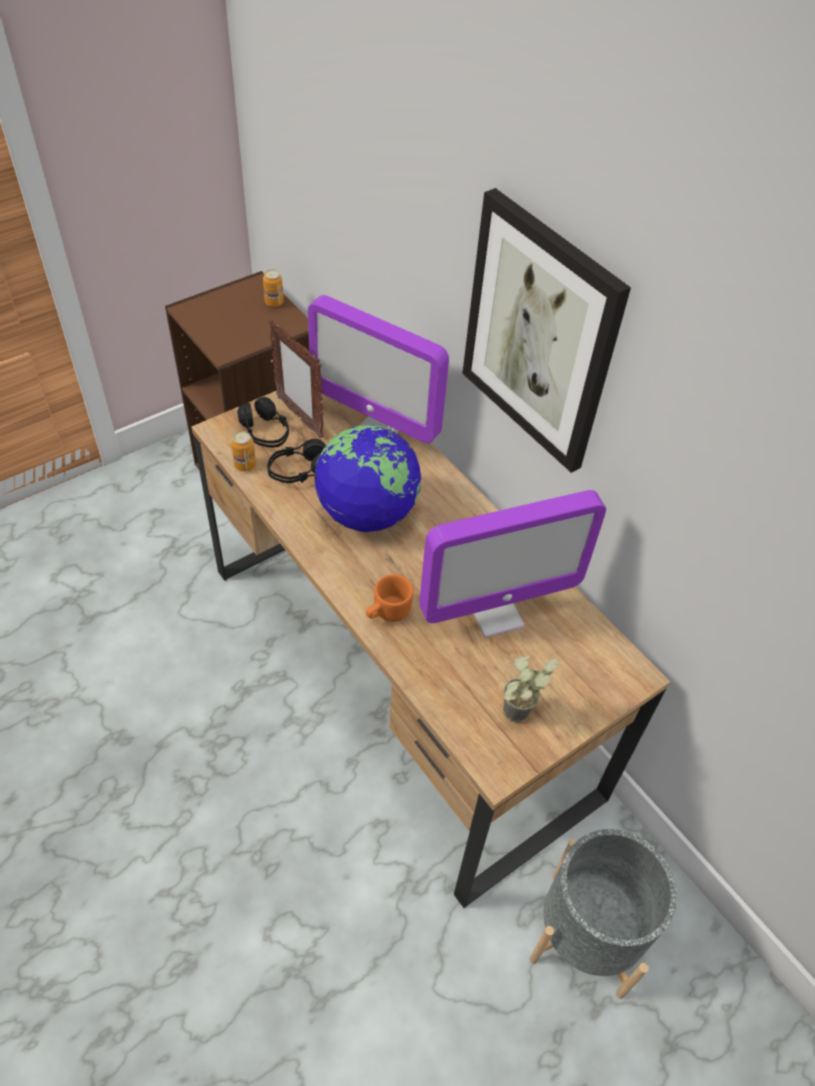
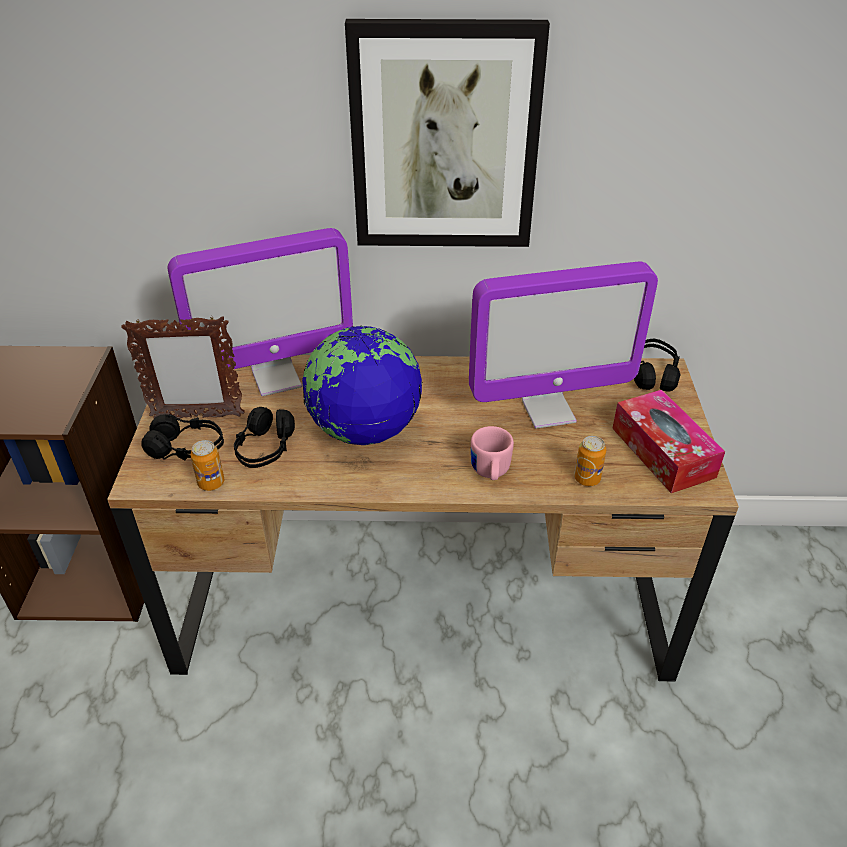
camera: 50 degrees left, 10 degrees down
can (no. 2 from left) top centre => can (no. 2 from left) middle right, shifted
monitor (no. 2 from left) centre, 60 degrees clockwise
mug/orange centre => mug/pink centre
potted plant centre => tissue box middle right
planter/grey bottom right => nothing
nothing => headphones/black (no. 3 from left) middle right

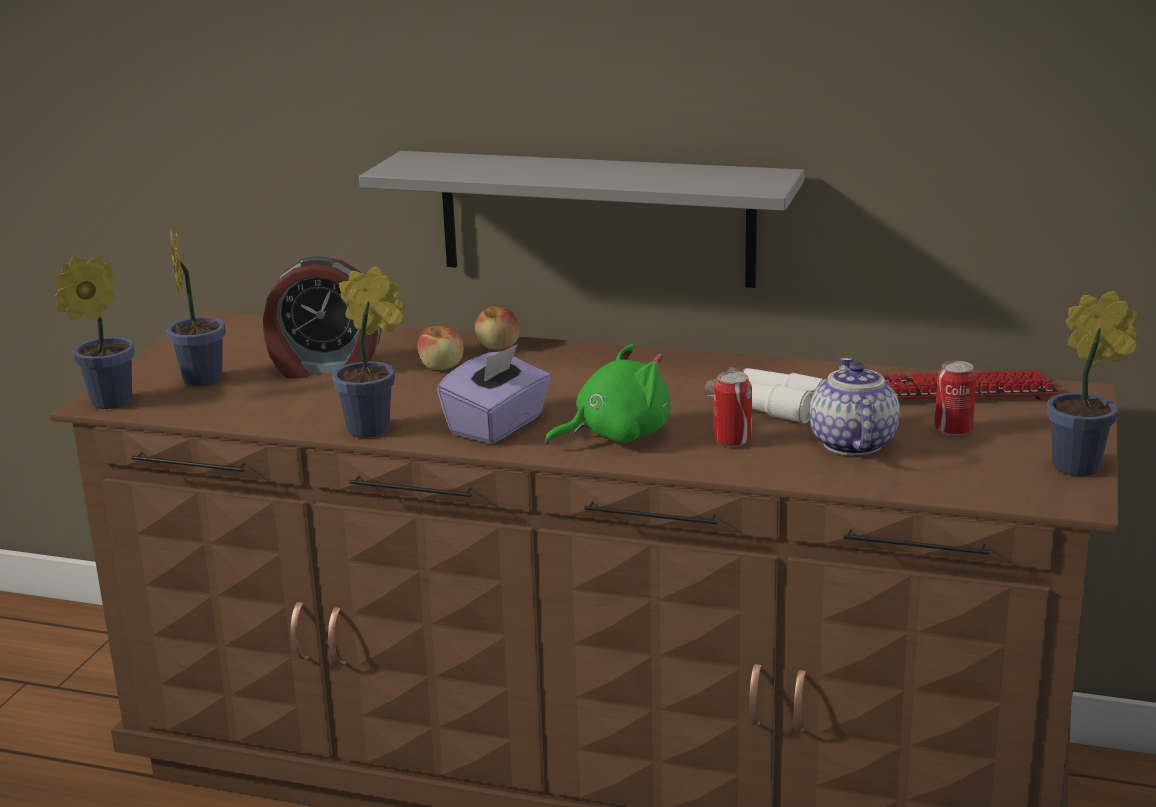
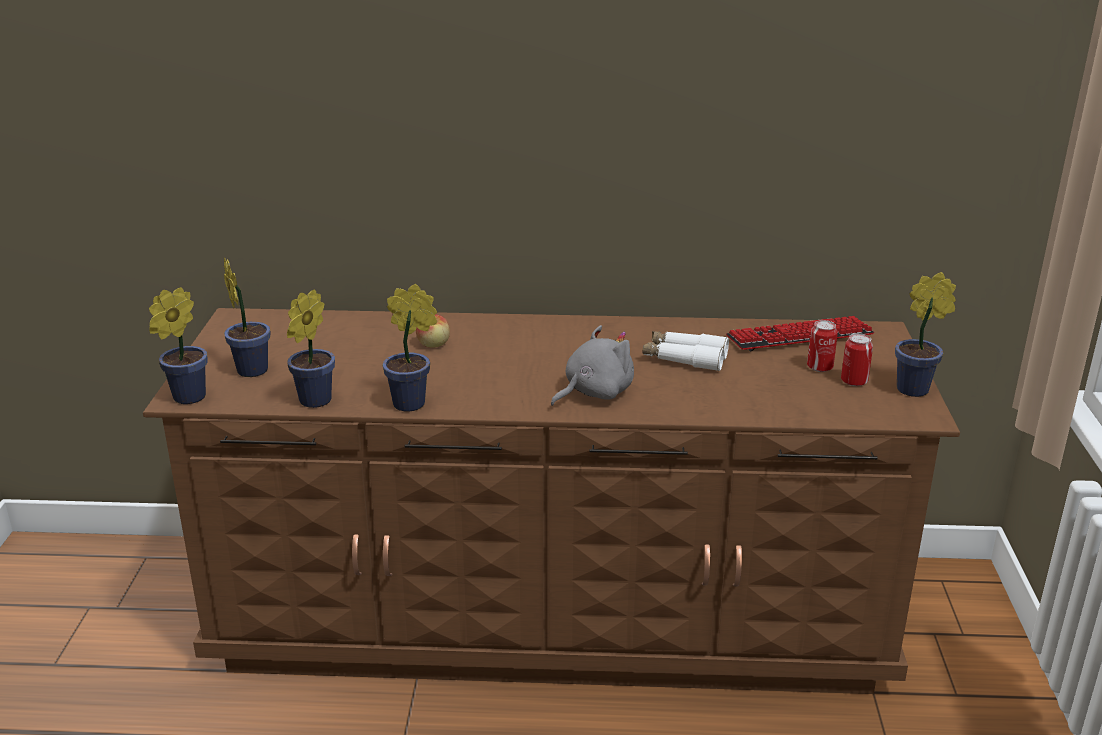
camera: 15 degrees left, 5 degrees up
shelf/grey top centre => nothing
alarm clock middle left => nothing
apple (no. 2 from left) centre => nothing
tissue box/purple centre => nothing
plush toy/green centre => plush toy/grey centre
teapot middle right => nothing
can (no. 1 from left in the first image) centre => can (no. 2 from left) middle right, shifted
nothing => potted plant (no. 3 from left) middle left

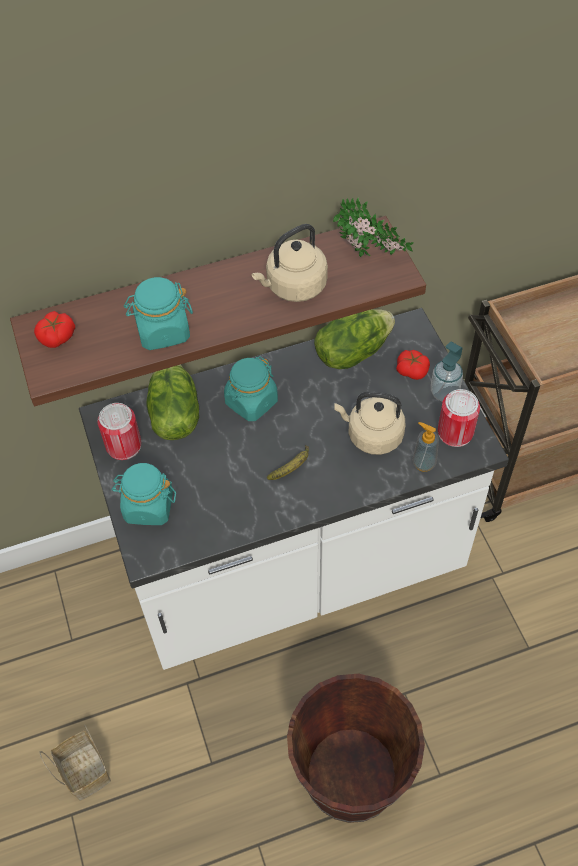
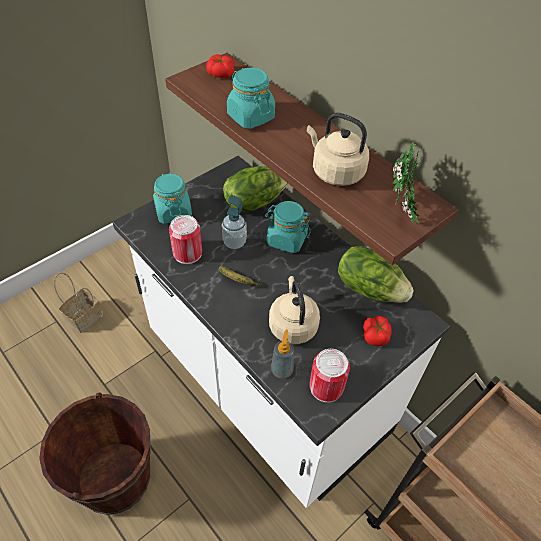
camera: 65 degrees right, 5 degrees down
soap dispenser (no. 2 from left in the first image) middle right => soap dispenser (no. 1 from left) centre, shifted
can (no. 1 from left) middle left => can (no. 1 from left) centre, shifted

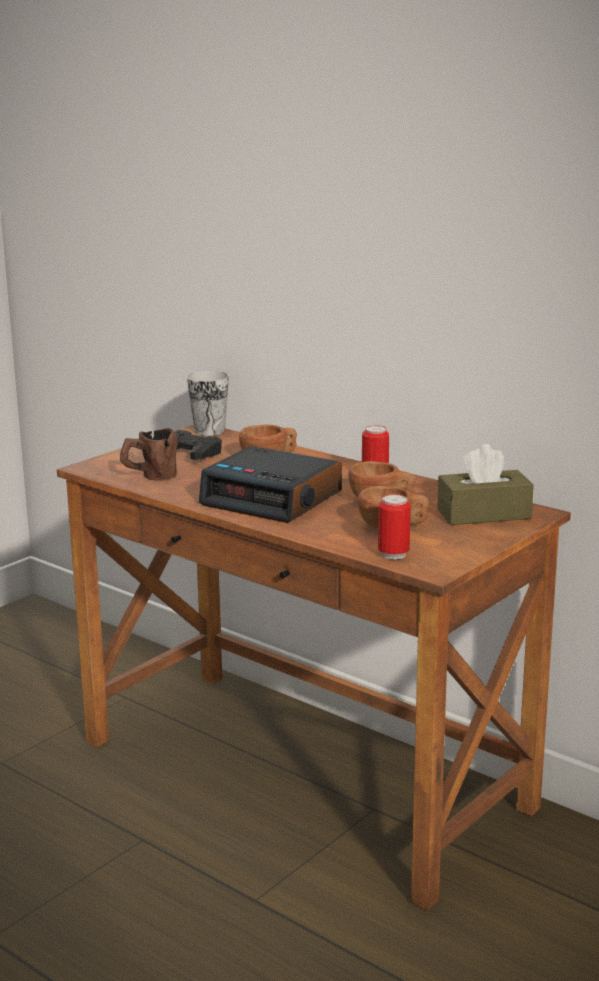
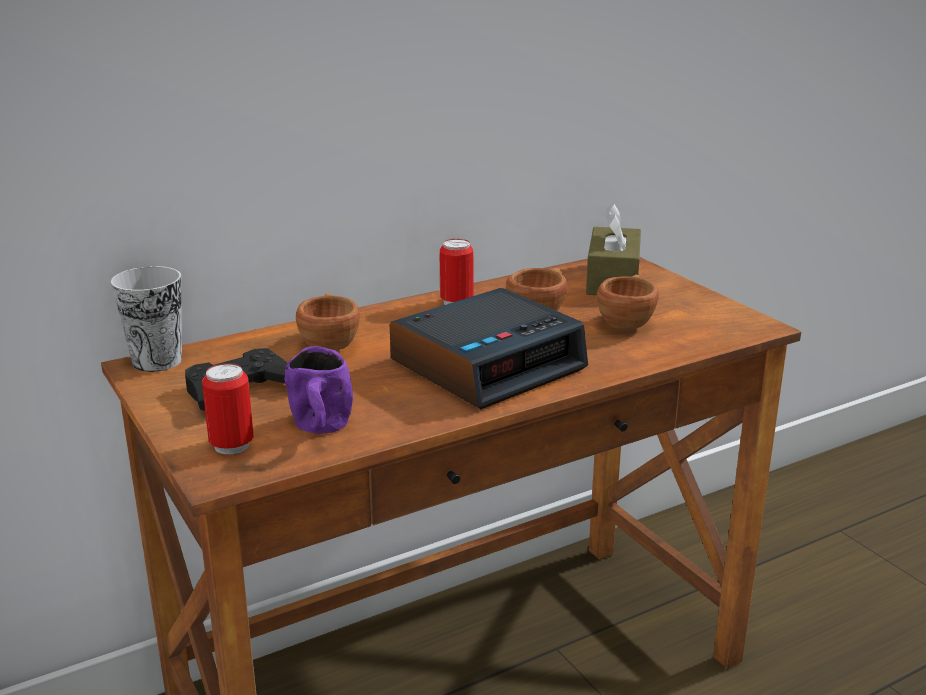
camera: 70 degrees left, 5 degrees up
mug/brown middle left => mug/purple centre
can (no. 2 from left in the first image) centre => can (no. 1 from left) middle left, shifted

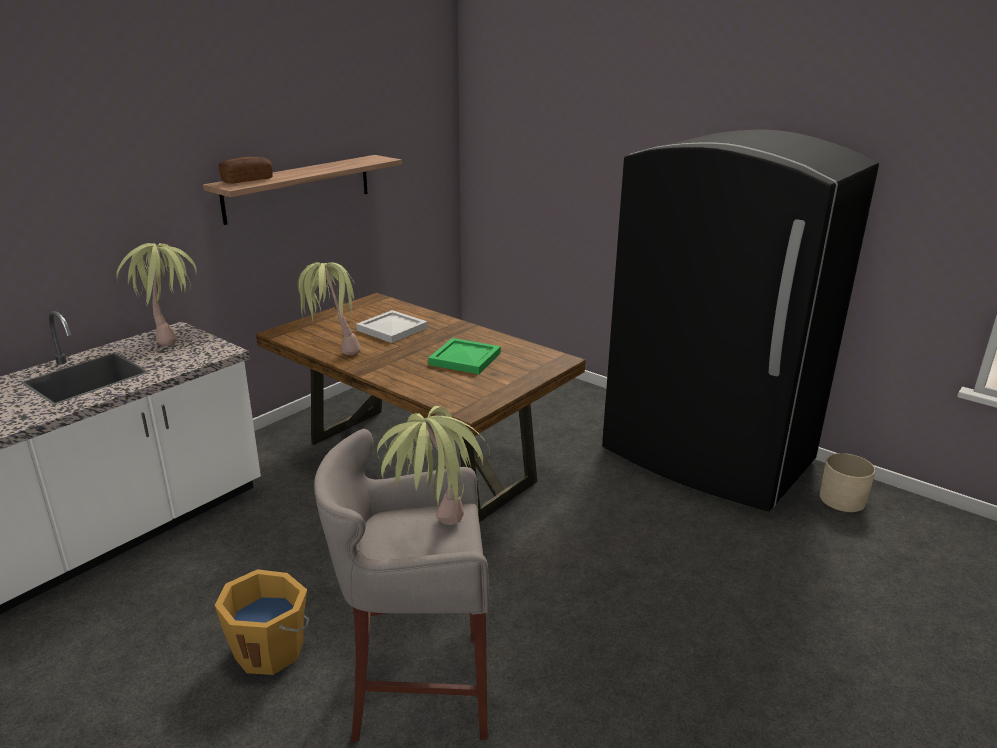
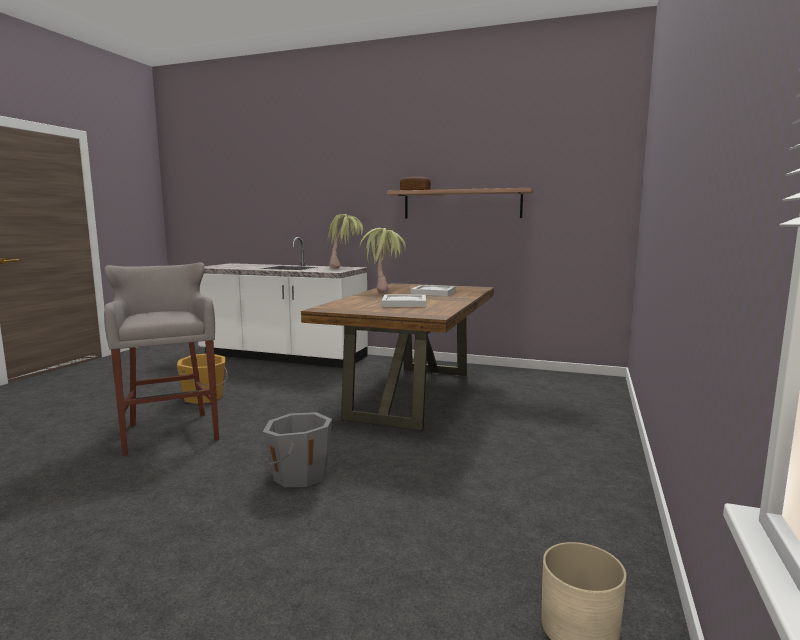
camera: 70 degrees right, 15 degrees down
fridge/black middle right => nothing
tray/green centre => tray/white (no. 1 from left) centre
potted plant (no. 3 from left) centre => nothing
nothing => bucket/grey bottom centre

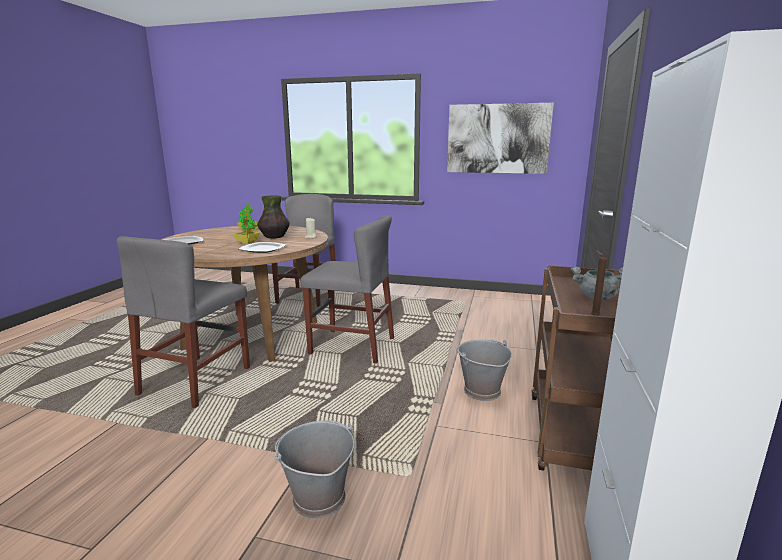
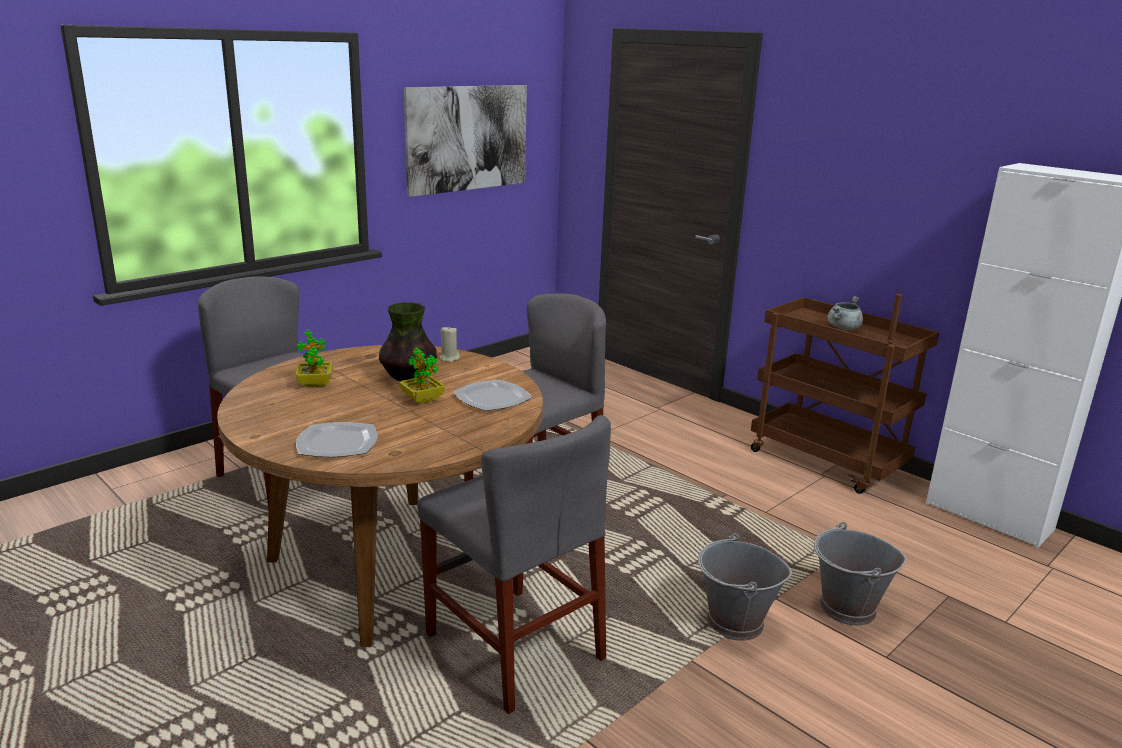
camera: 60 degrees left, 5 degrees up
bucket/grey (no. 2 from left in the first image) centre => bucket/grey (no. 1 from left) bottom centre, shifted

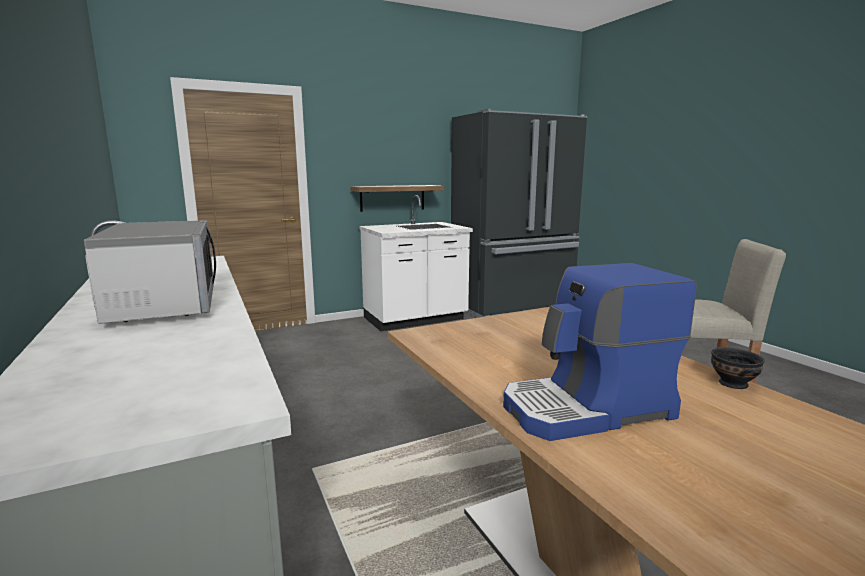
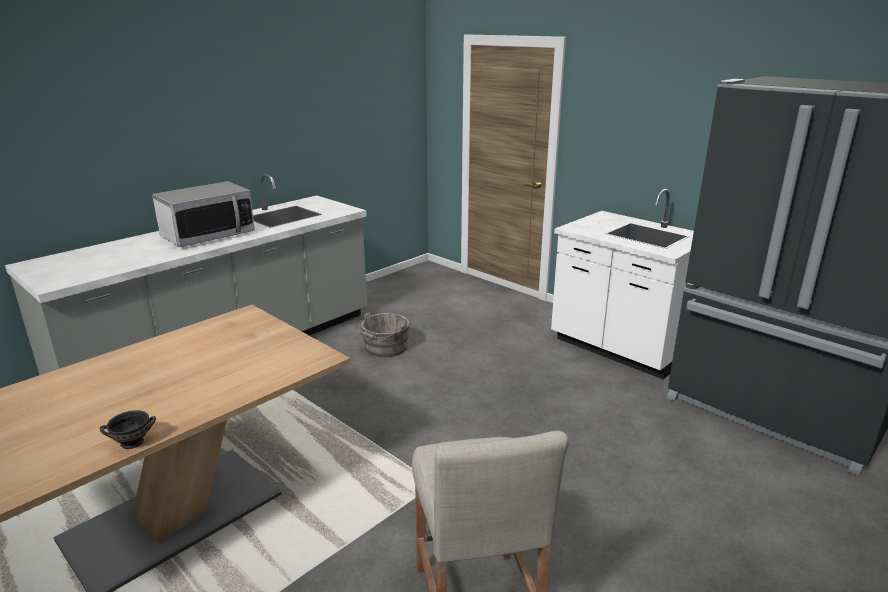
camera: 70 degrees right, 10 degrees up
shelf centre => nothing
coffee machine middle right => nothing
nothing => bucket/grey centre

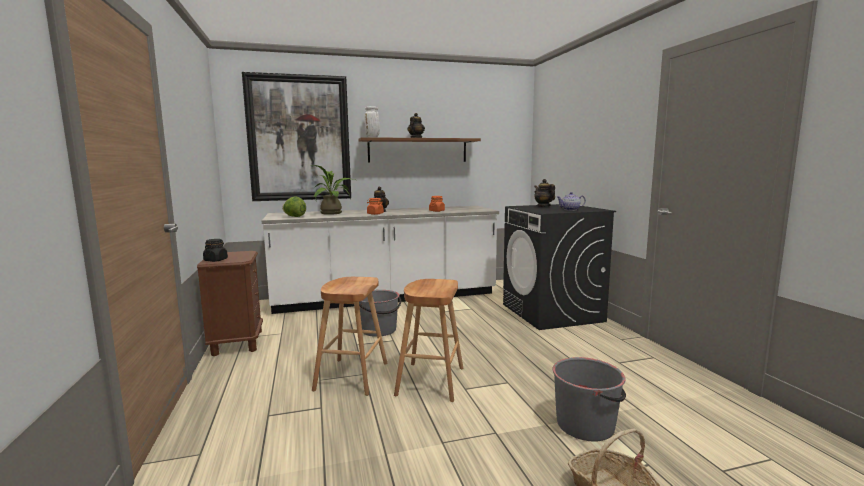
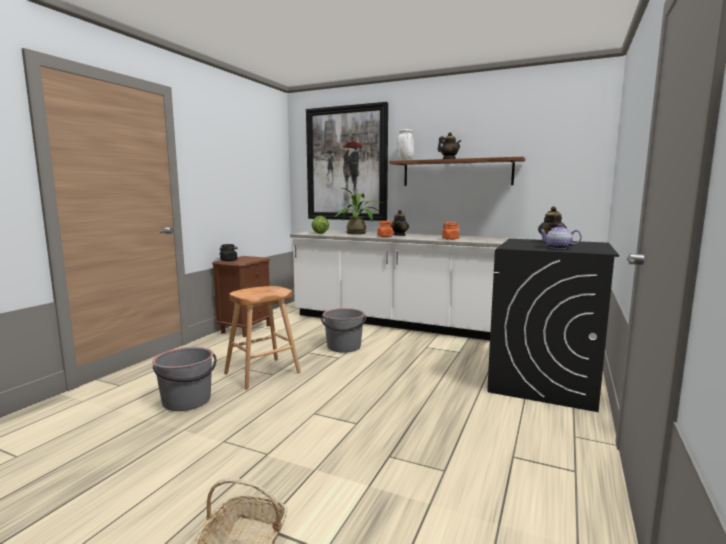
camera: 40 degrees right, 0 degrees up
stool/brown (no. 2 from left) bottom centre => nothing
bucket/grey (no. 2 from left in the first image) bottom right => bucket/grey (no. 1 from left) bottom left, shifted

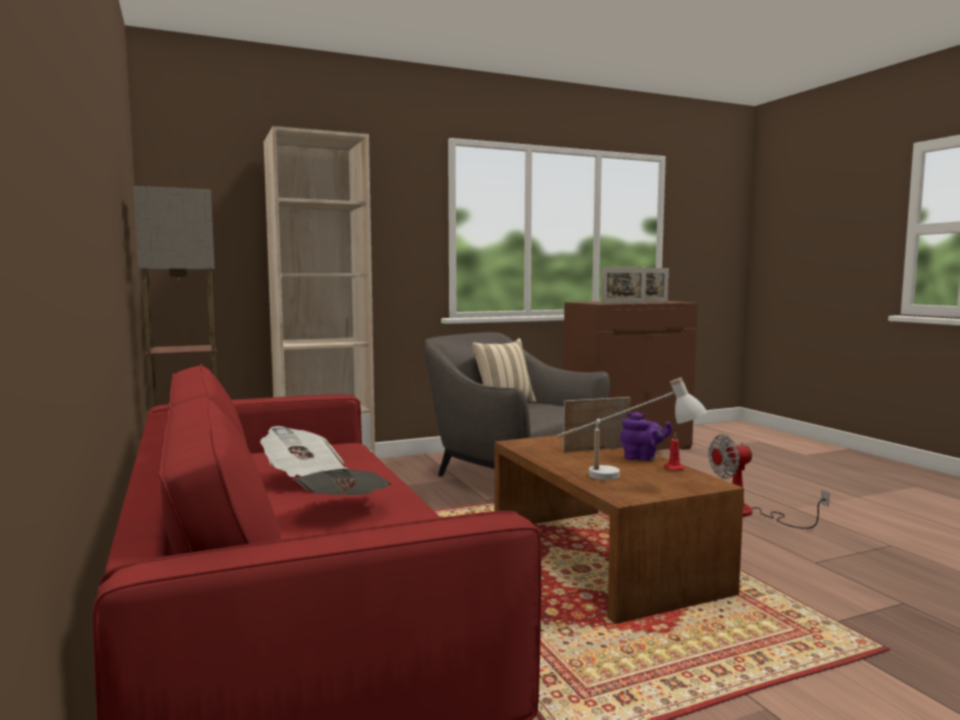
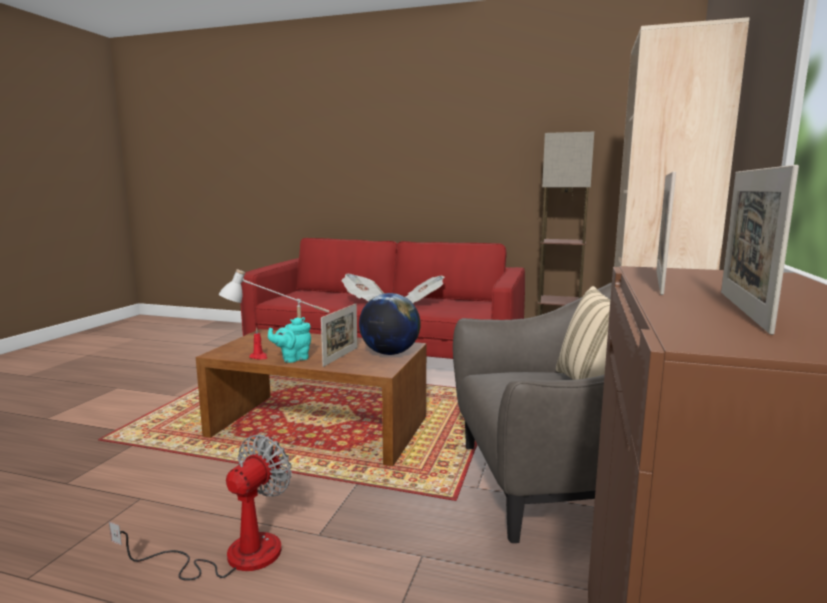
camera: 130 degrees right, 5 degrees up
teapot/purple middle right => teapot/turquoise centre
nothing => globe centre

